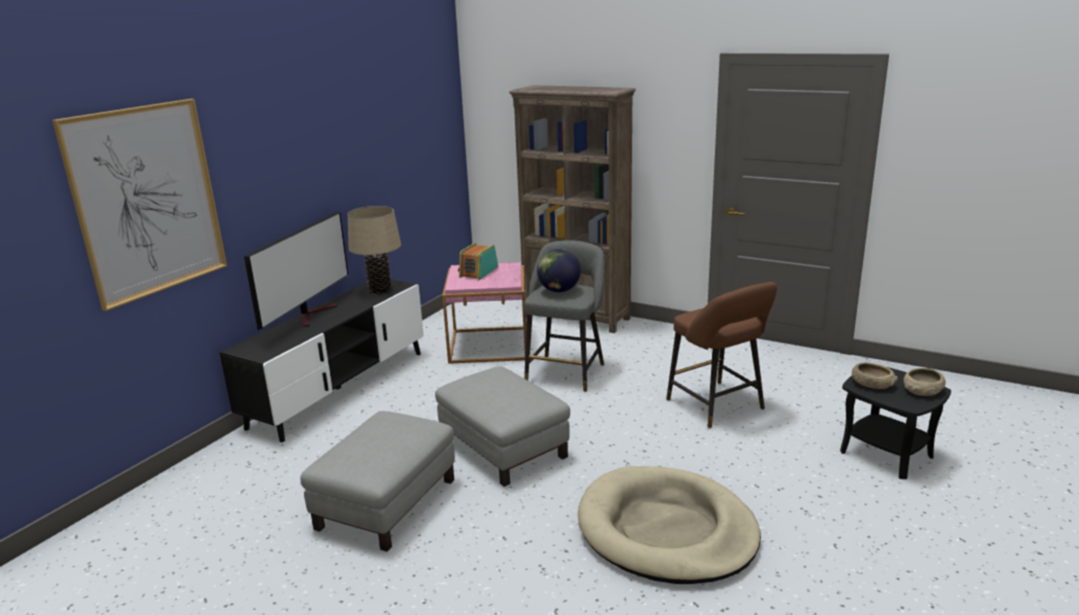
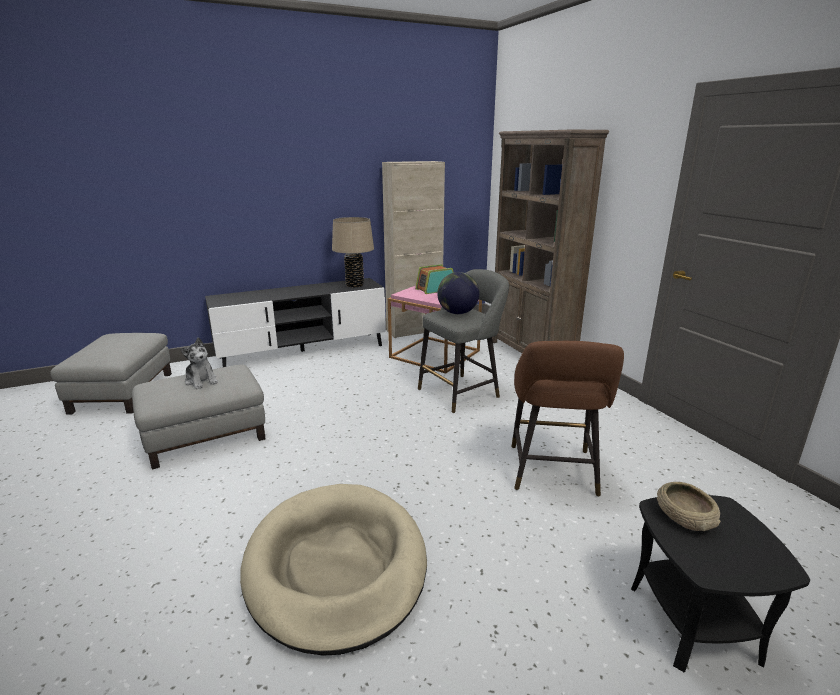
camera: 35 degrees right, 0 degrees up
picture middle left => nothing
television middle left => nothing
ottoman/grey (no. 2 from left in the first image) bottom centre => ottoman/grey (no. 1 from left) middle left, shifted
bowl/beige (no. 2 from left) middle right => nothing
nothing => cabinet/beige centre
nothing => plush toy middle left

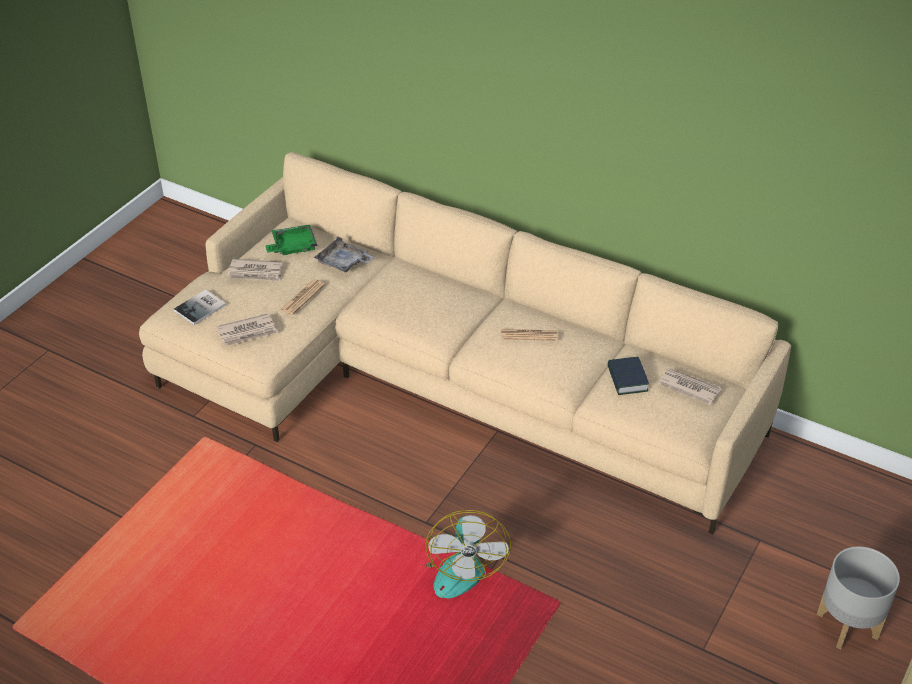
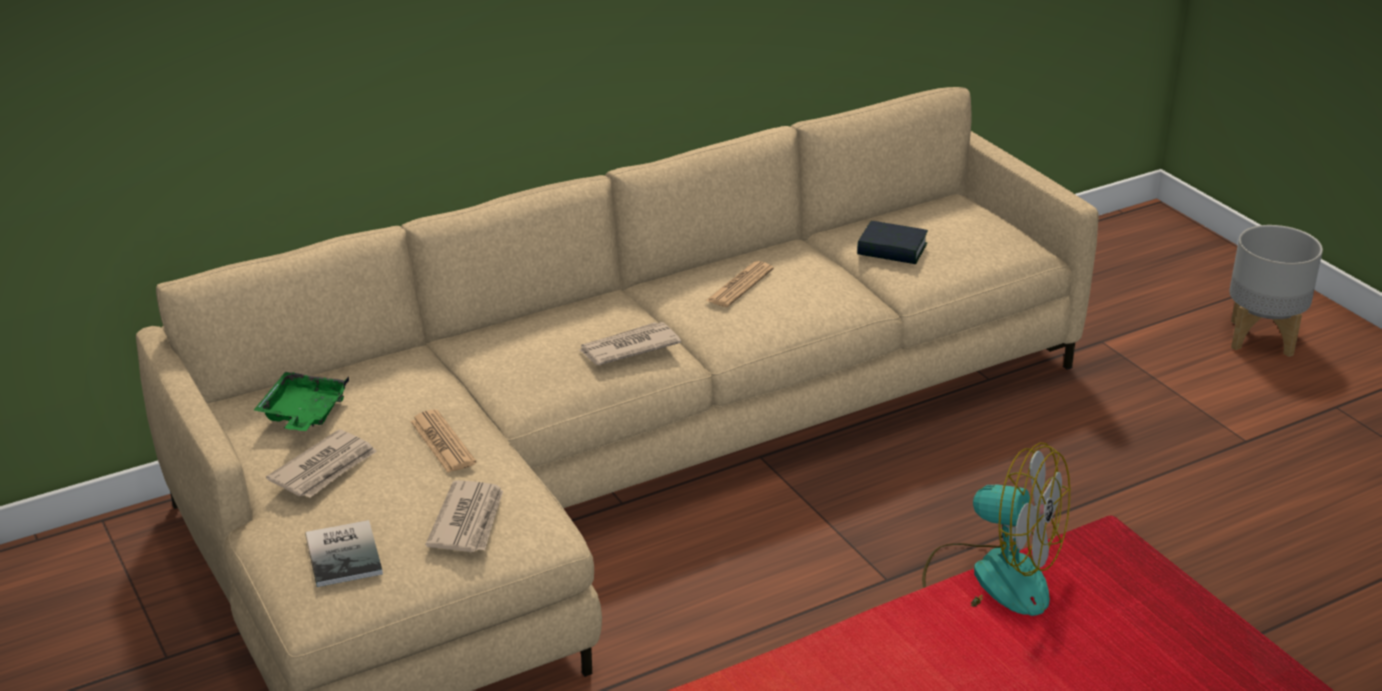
camera: 60 degrees left, 10 degrees down
tray/grey centre => nothing
newspaper (no. 5 from left in the first image) middle right => newspaper (no. 4 from left) centre, shifted

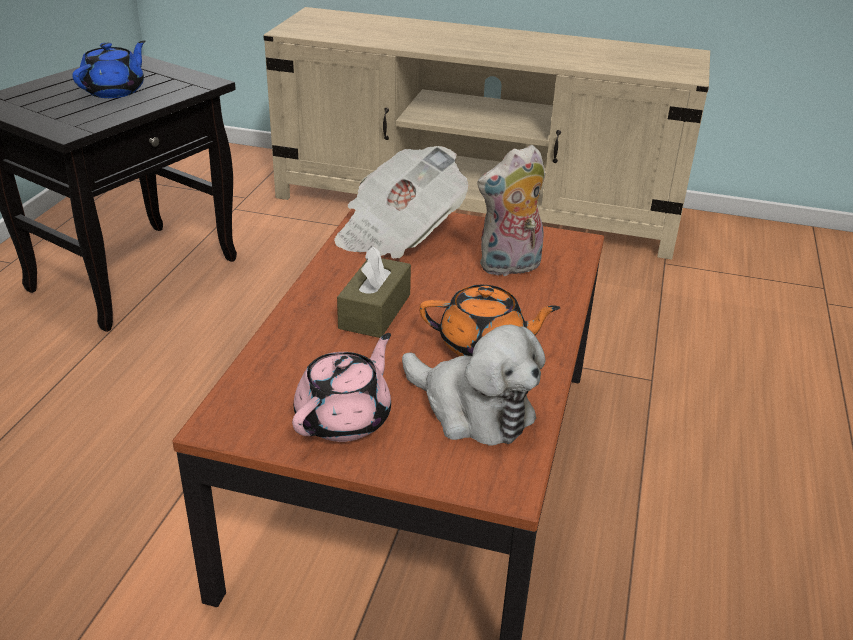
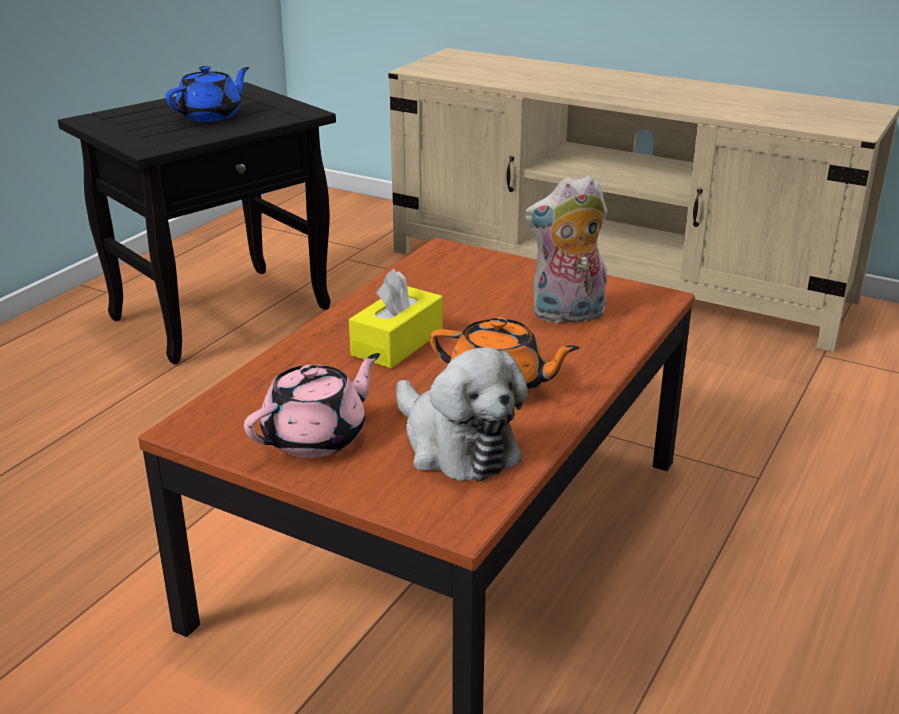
camera: 15 degrees right, 5 degrees down
newspaper top centre => nothing
tissue box/brown centre => tissue box/yellow centre

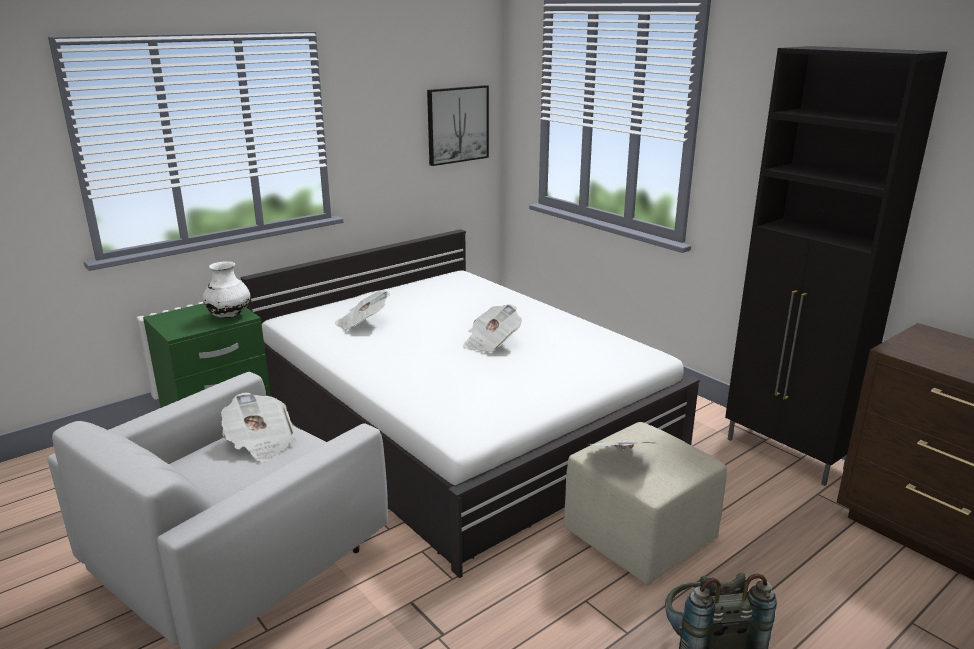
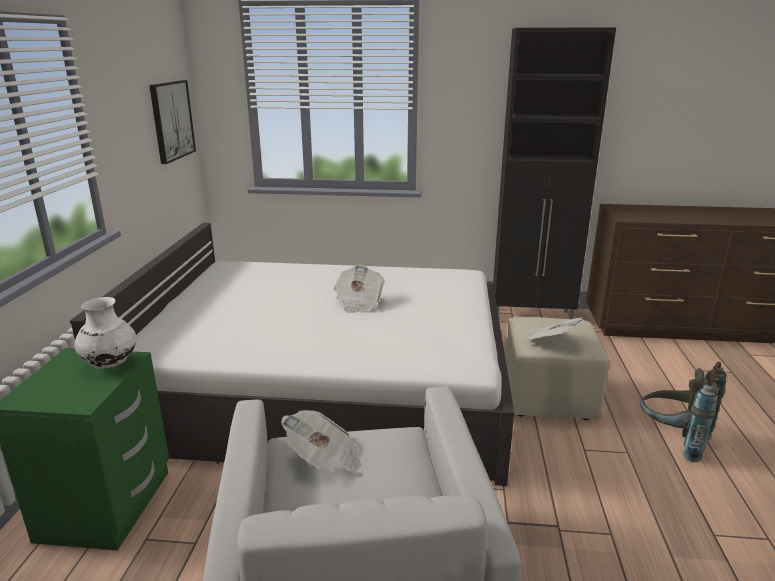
camera: 45 degrees left, 0 degrees up
newspaper (no. 2 from left) centre => nothing

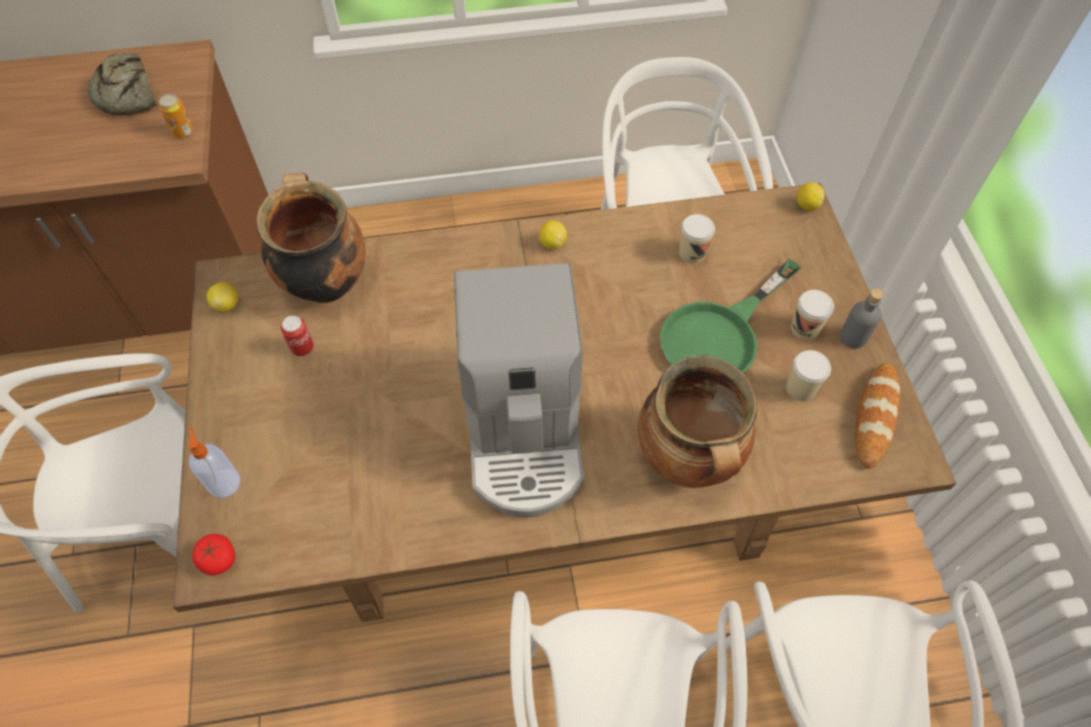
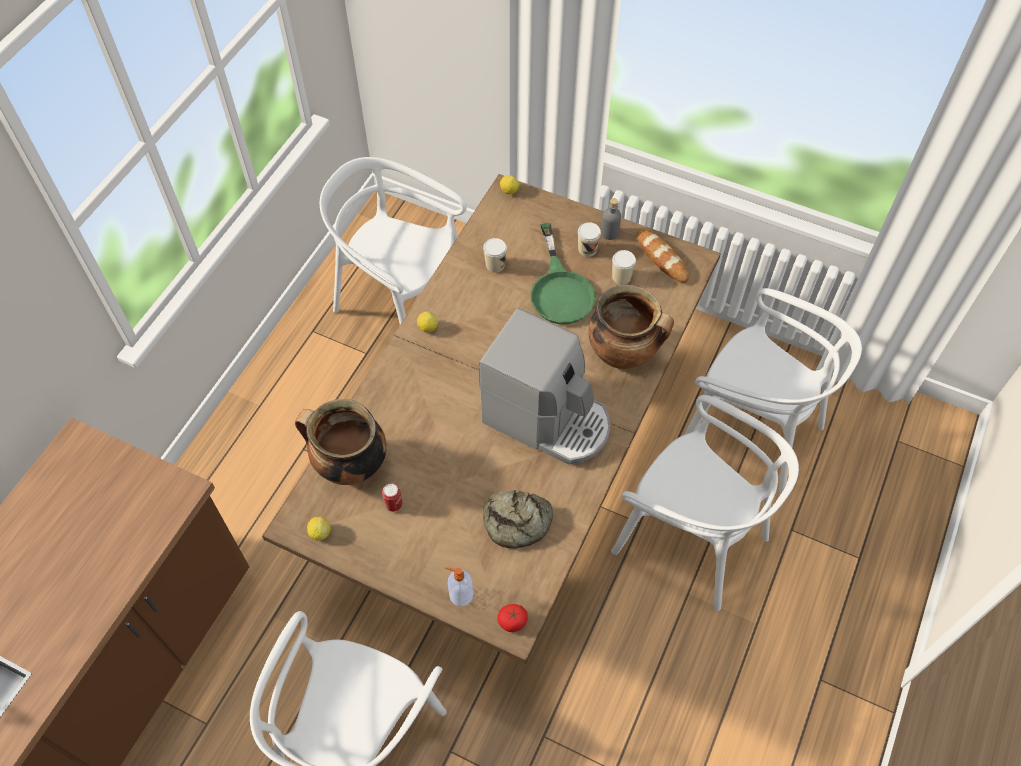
camera: 55 degrees left, 0 degrees up
bread (no. 1 from left) top left => bread (no. 1 from left) bottom centre, shifted
can (no. 1 from left) top left => nothing

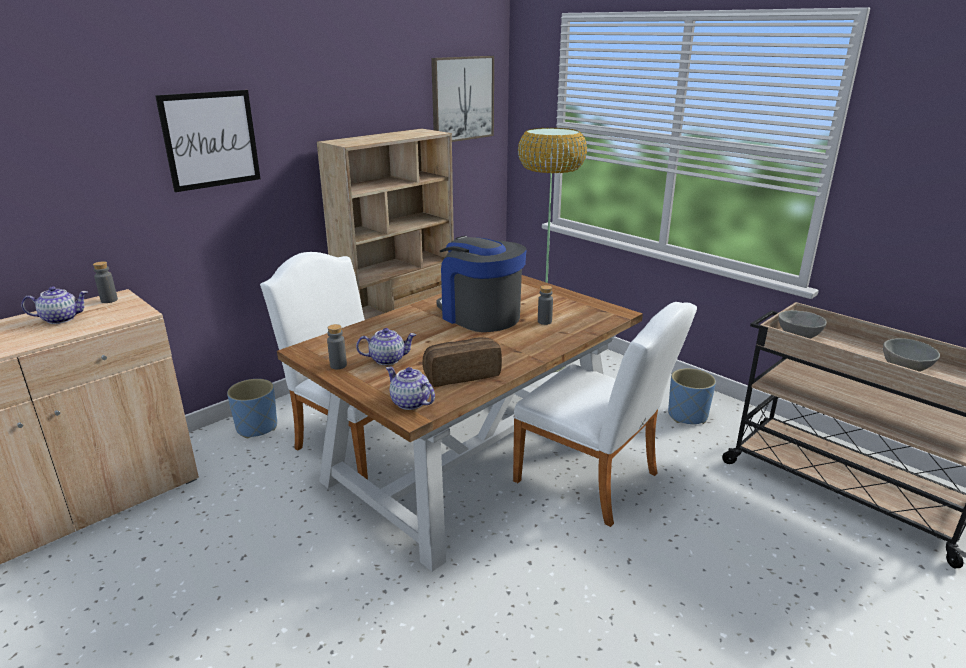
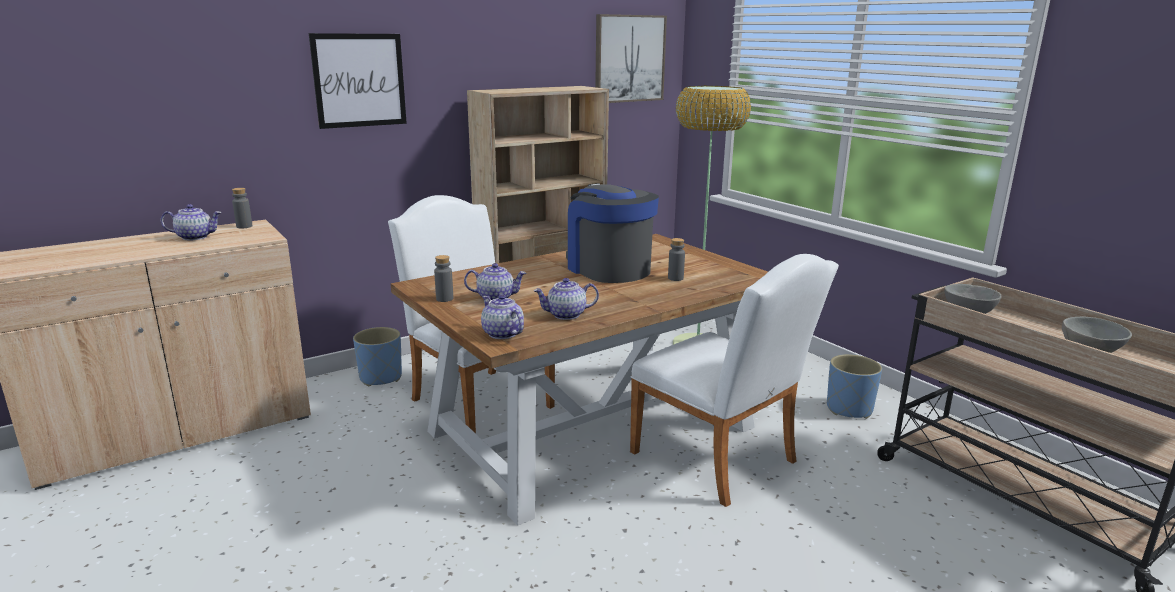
camera: 10 degrees right, 5 degrees down
bread centre => teapot (no. 4 from left) centre

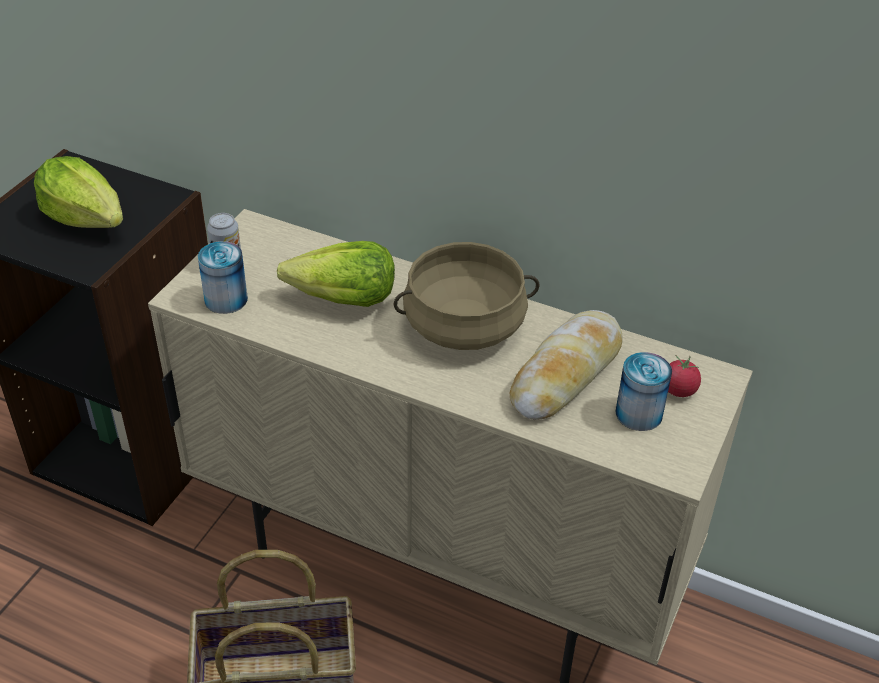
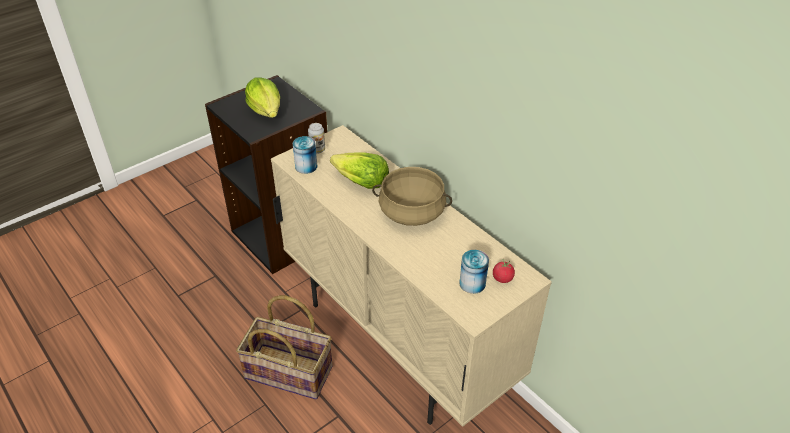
camera: 25 degrees right, 0 degrees up
bread centre => nothing

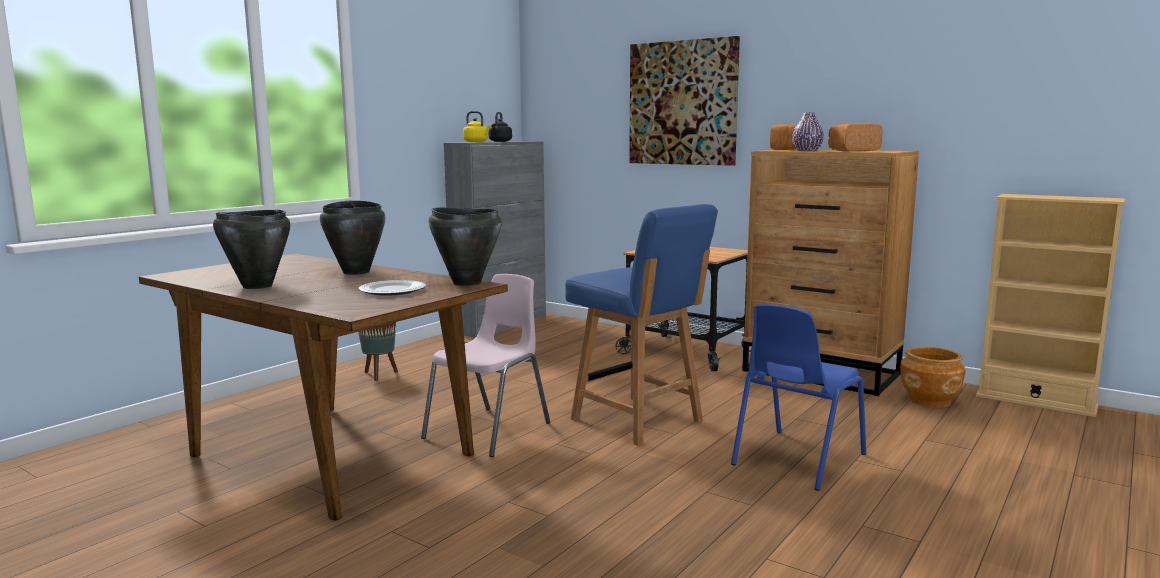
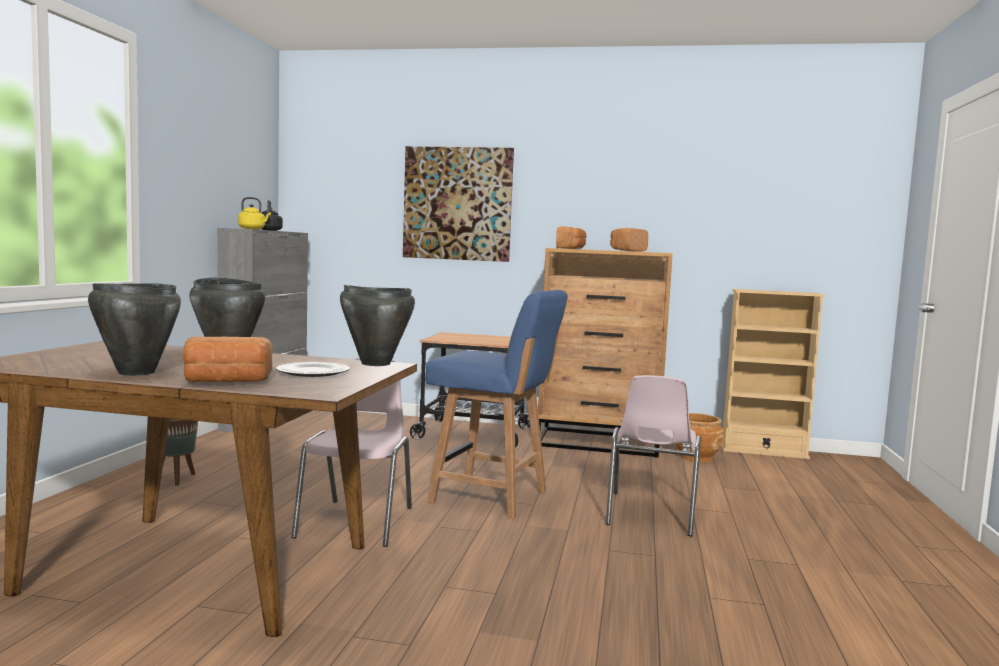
camera: 25 degrees left, 5 degrees down
vase/purple top right => nothing
chair/blue (no. 2 from left) bottom right => chair/pink (no. 2 from left) bottom centre
nothing => bread (no. 1 from left) middle left

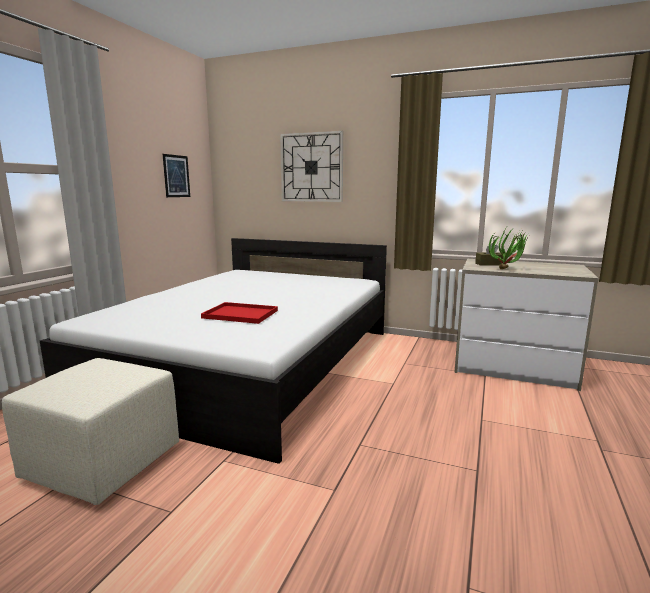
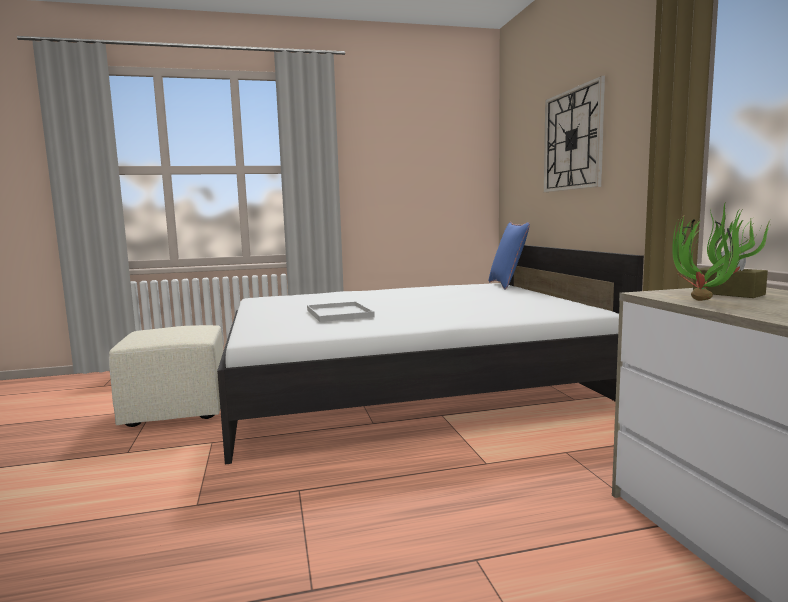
camera: 55 degrees right, 5 degrees down
picture top left => nothing
tray/red centre => tray/white centre
nothing => pillow/blue centre

